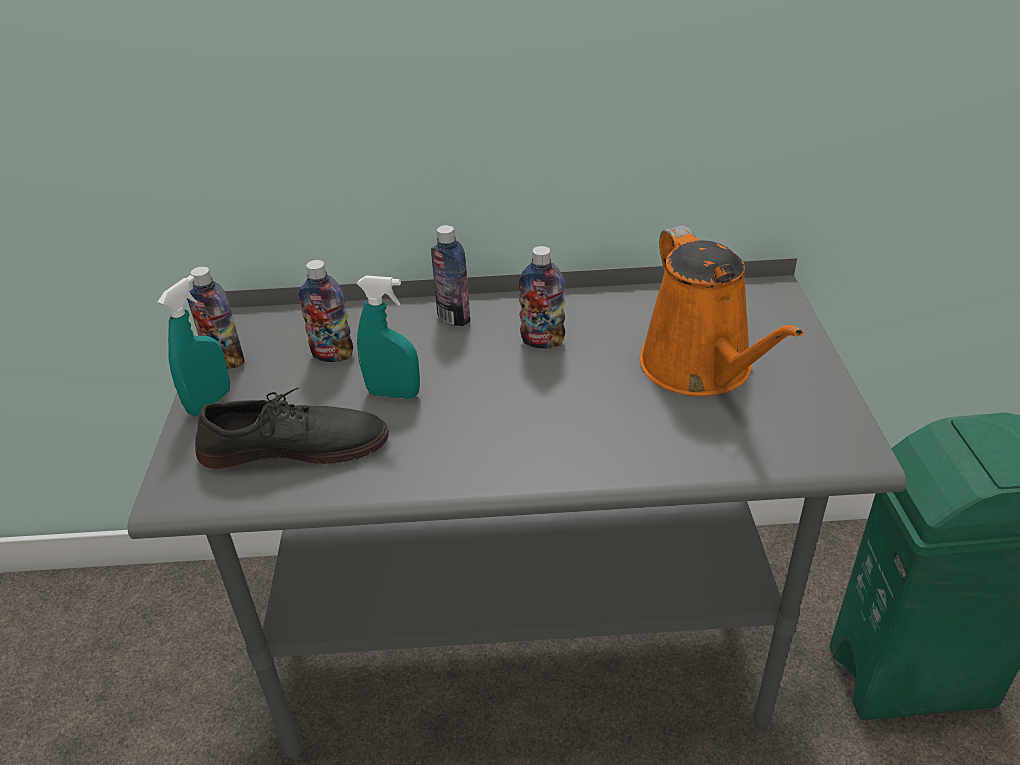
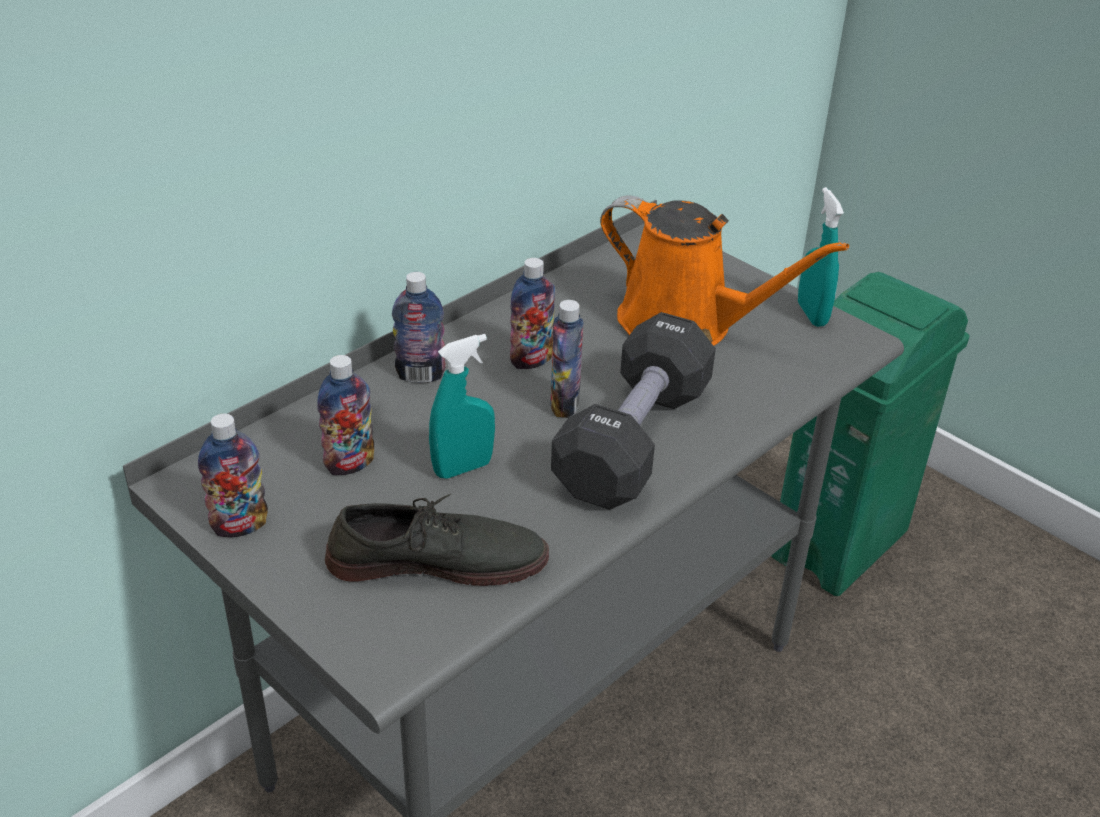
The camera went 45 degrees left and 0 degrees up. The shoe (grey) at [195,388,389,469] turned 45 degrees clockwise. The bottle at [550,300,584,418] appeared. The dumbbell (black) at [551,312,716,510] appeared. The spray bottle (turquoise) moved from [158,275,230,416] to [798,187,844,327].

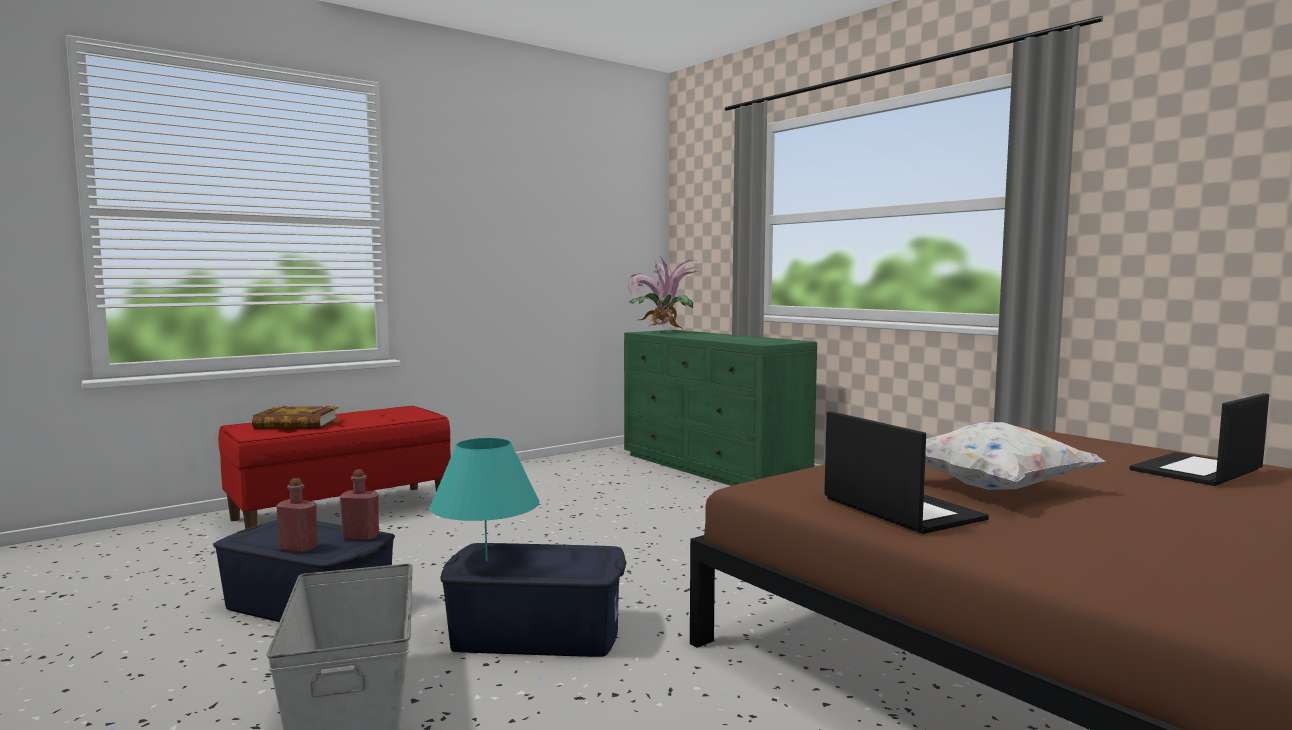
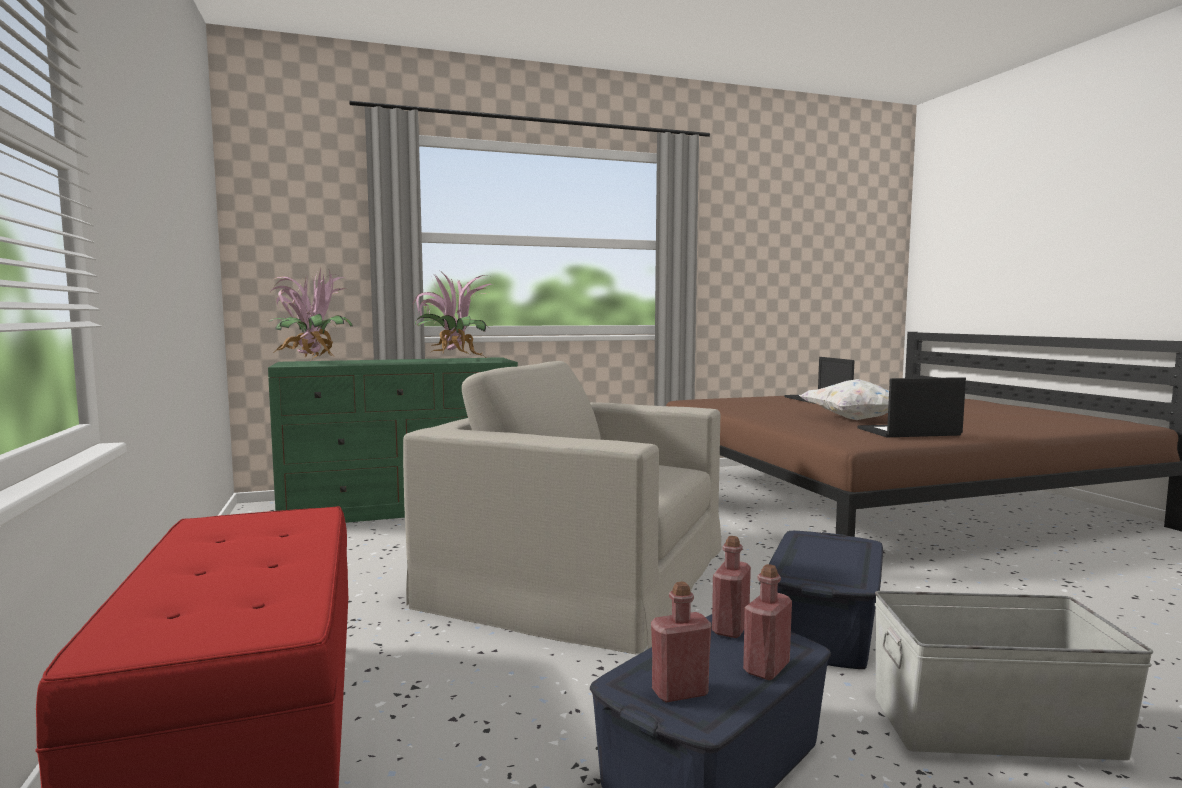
The camera went 70 degrees left and 0 degrees up. The armchair (beige) at [403,361,722,654] appeared. The potted plant at [413,271,493,357] appeared. The bottle (red) at [651,582,711,702] appeared. The book at [252,406,339,429] disappeared. The table lamp (turquoise) at [429,438,539,561] disappeared.

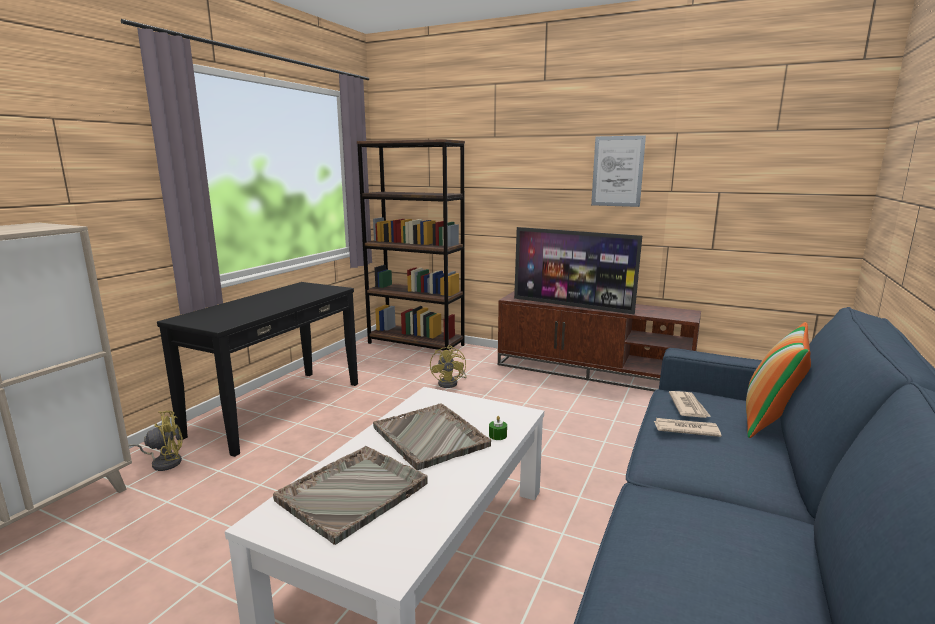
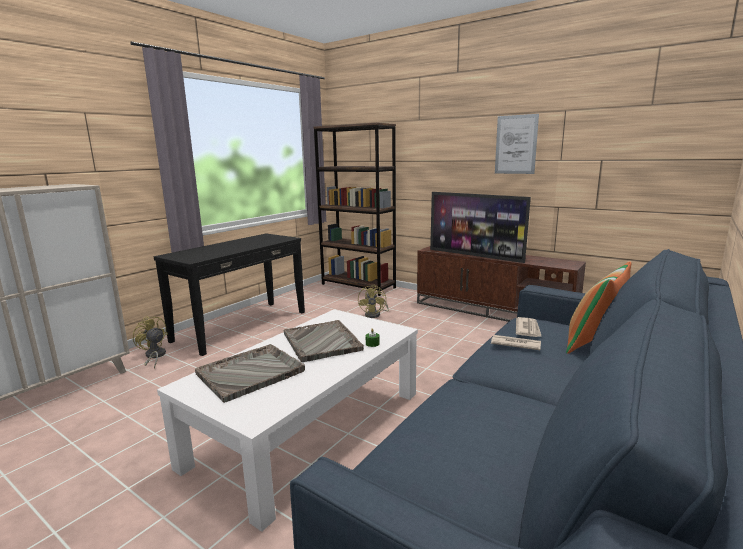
The camera went 10 degrees right and 0 degrees up. The fan (yellow) at [129,411,183,471] turned 135 degrees counterclockwise.

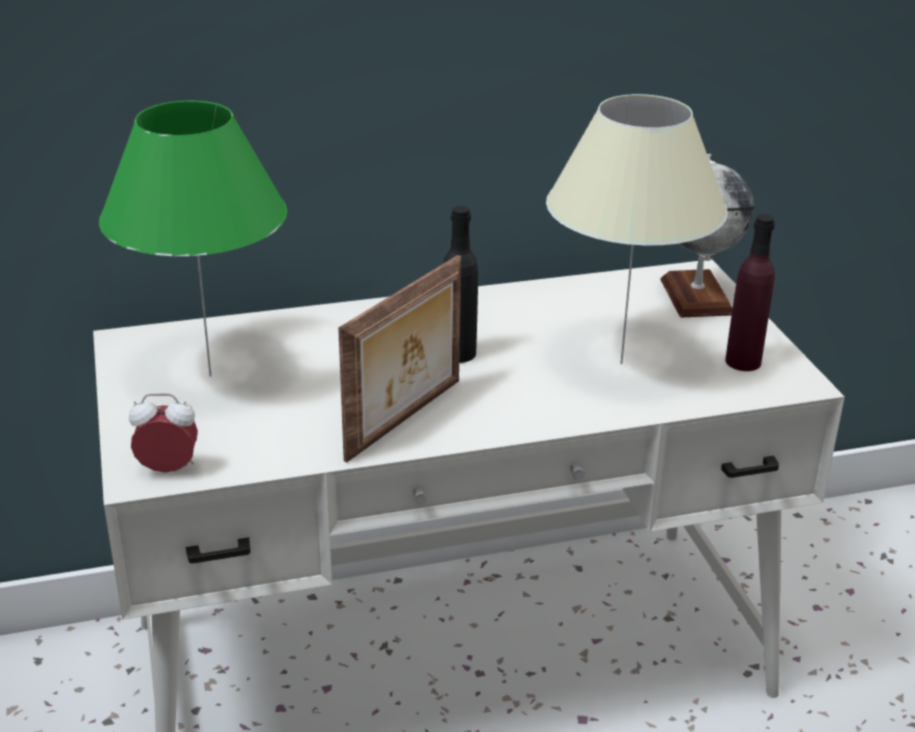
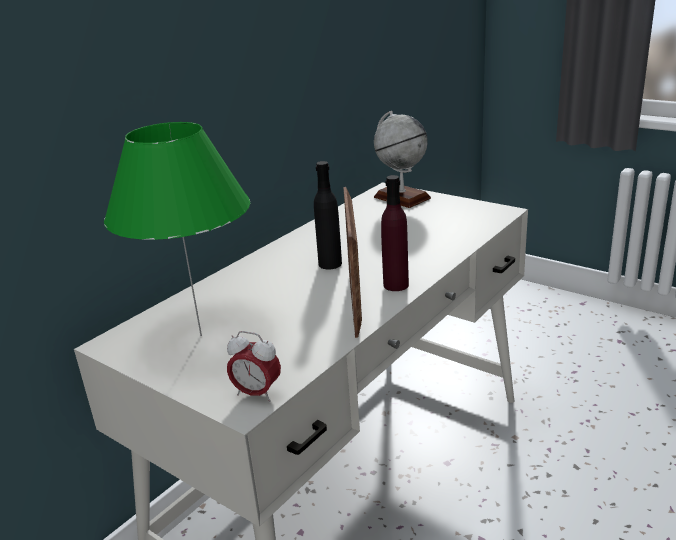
The camera went 35 degrees left and 5 degrees down. The alarm clock at [129,394,198,472] turned 120 degrees counterclockwise. The bottle (purple) moved from [725,214,775,371] to [381,175,409,291]. The table lamp (beige) at [546,94,728,364] disappeared.

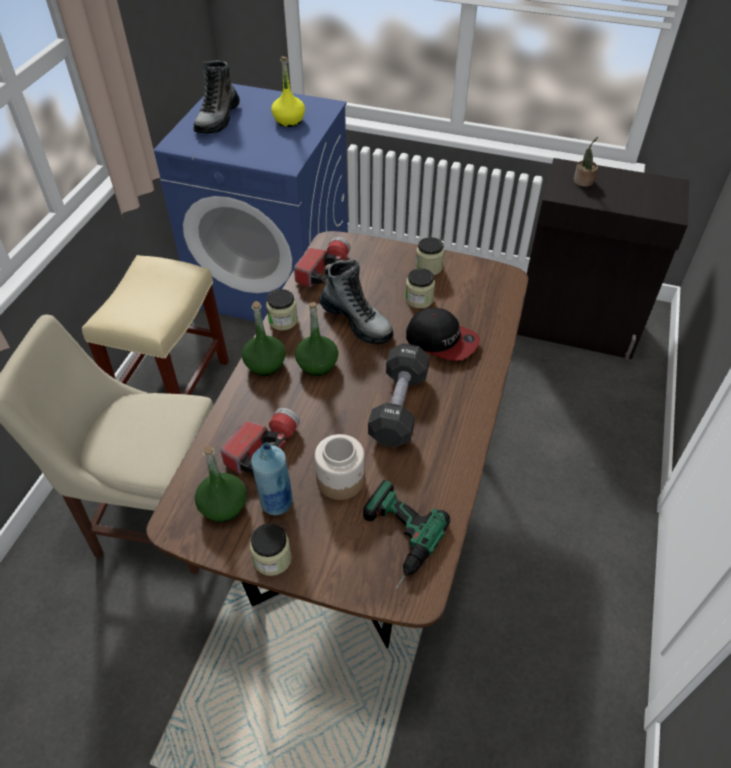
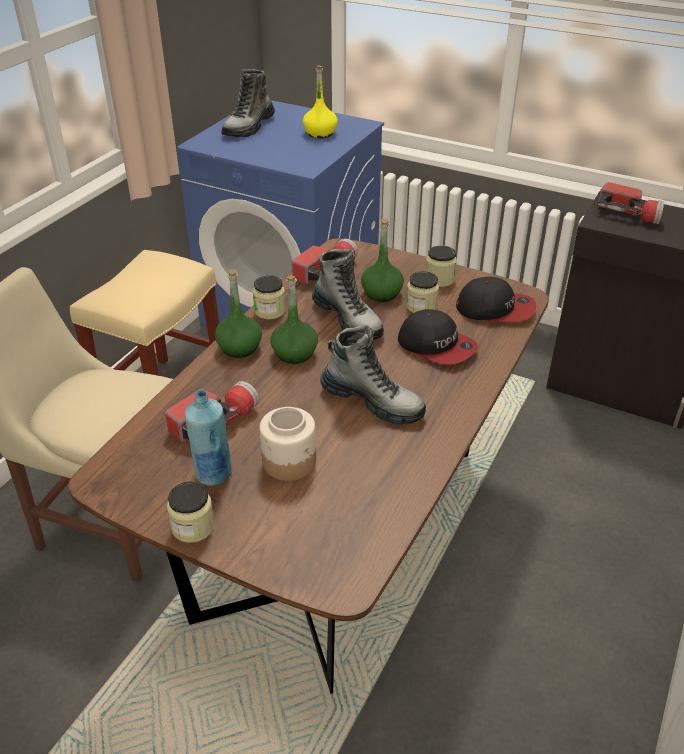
The camera went 10 degrees right and 10 degrees down. The dumbbell (black) at [368,343,430,447] was replaced by the boot at [320,325,426,425]. The bottle (green) moved from [195,446,247,522] to [361,218,404,302]. The cap at [456,277,536,322] appeared. The potted plant at [574,137,598,187] was replaced by the flashlight at [597,182,664,224]. The power drill at [363,480,450,590] disappeared.

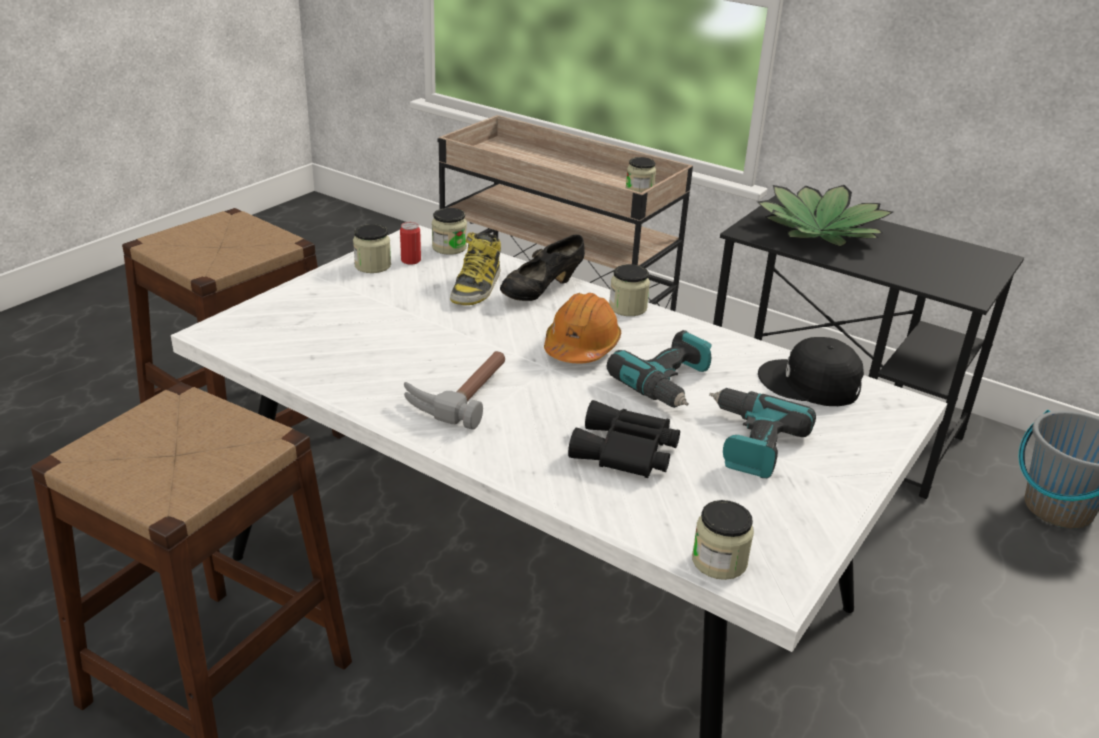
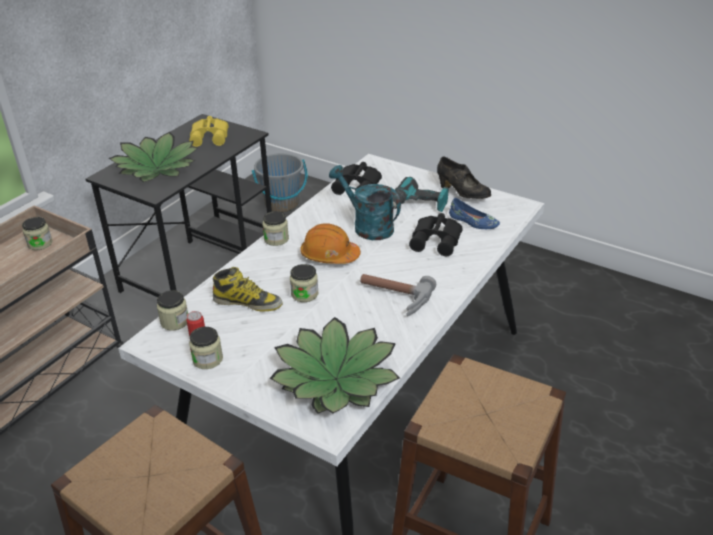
The camera went 90 degrees left and 5 degrees up. The binoculars (yellow) at [189,116,229,147] appeared. The potted plant at [269,317,400,414] appeared. The jar moved from [692,500,754,580] to [290,264,318,302]. The power drill at [607,330,712,408] was replaced by the watering can (turquoise) at [329,165,401,240]. The cap (black) at [758,337,864,406] was replaced by the binoculars (black) at [331,162,382,195]. The shoe (black) moved from [500,235,585,301] to [437,157,491,199]. The shoe (blue) at [449,198,500,229] appeared.

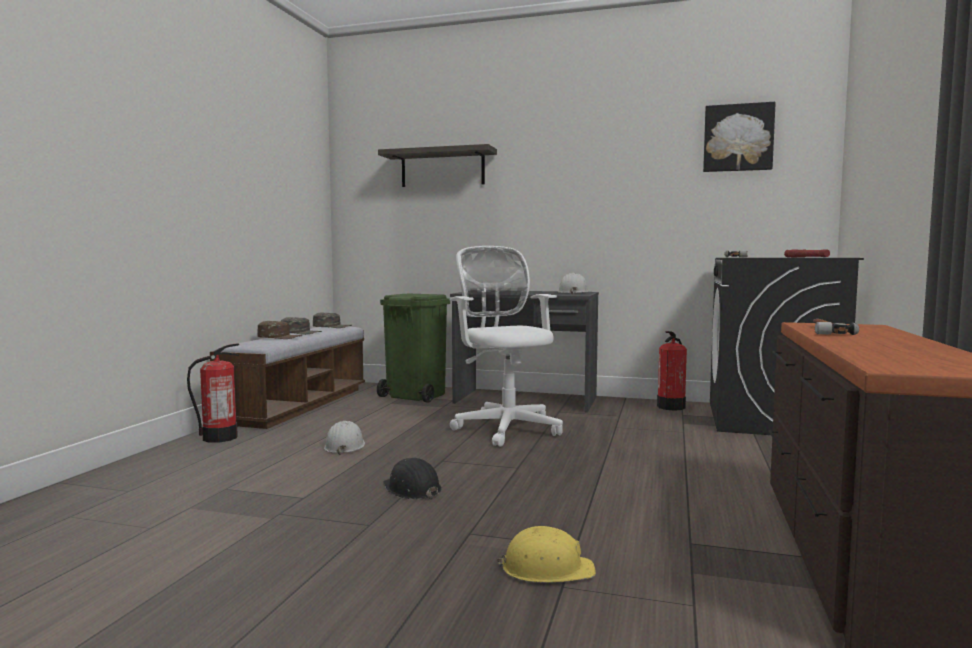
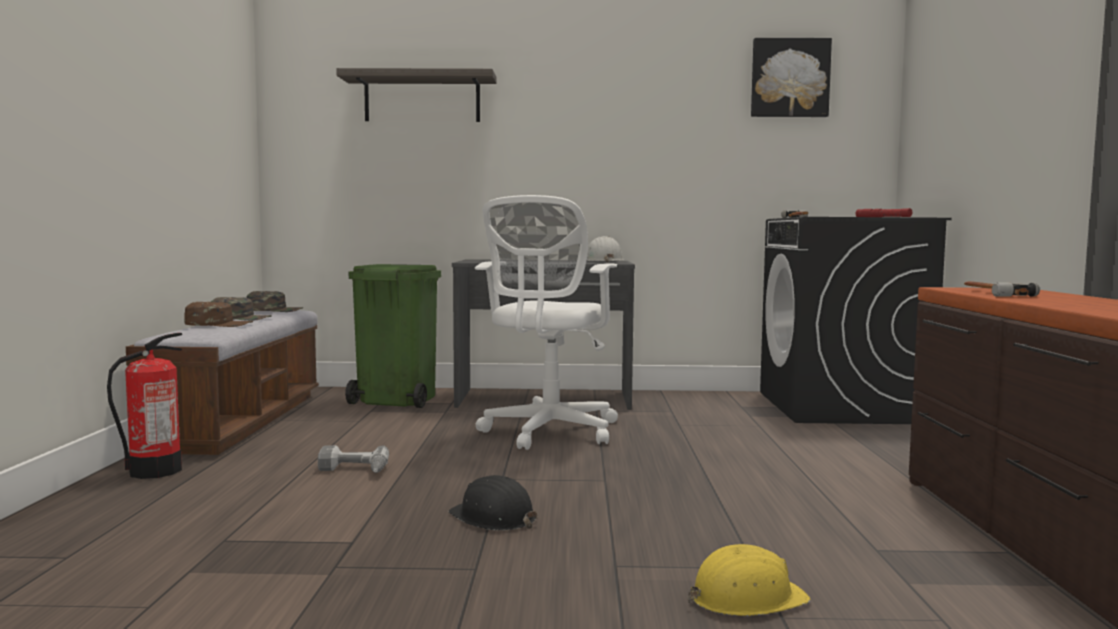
The camera went 15 degrees left and 0 degrees up. The hard hat (white) at [324,421,365,455] was replaced by the power drill at [318,445,389,473]. The office chair (white) at [449,246,563,447] turned 120 degrees counterclockwise. The fire extinguisher at [657,331,687,411] disappeared.

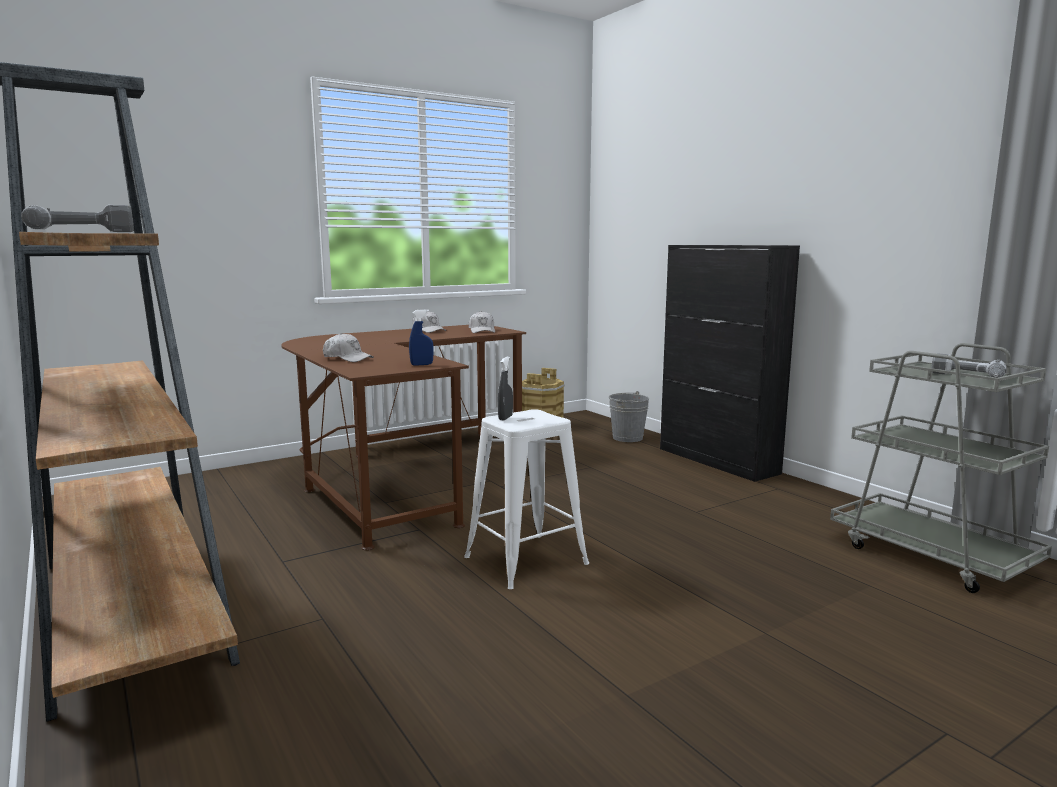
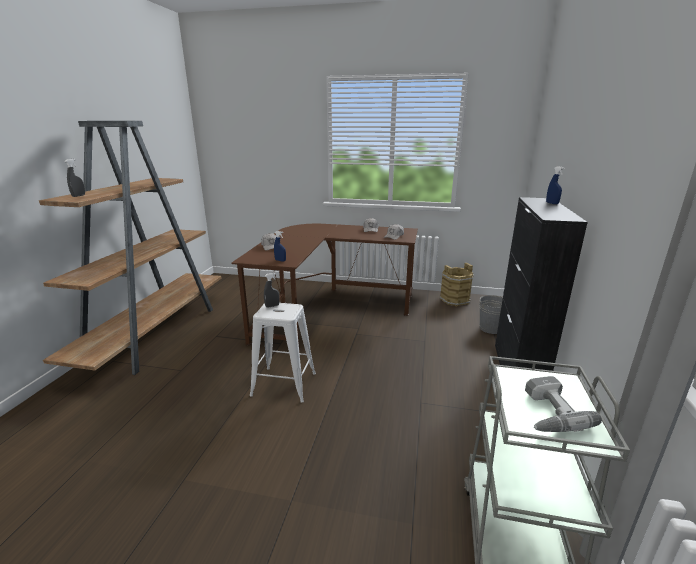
The camera went 45 degrees right and 10 degrees up. The power drill at [21,205,134,232] was replaced by the spray bottle (grey) at [65,159,85,197]. The spray bottle (blue) at [546,166,565,204] appeared.

